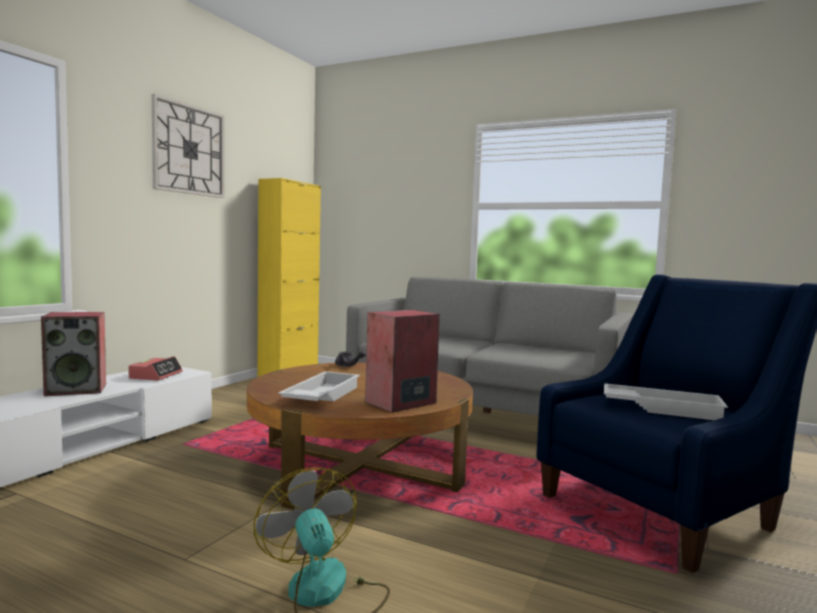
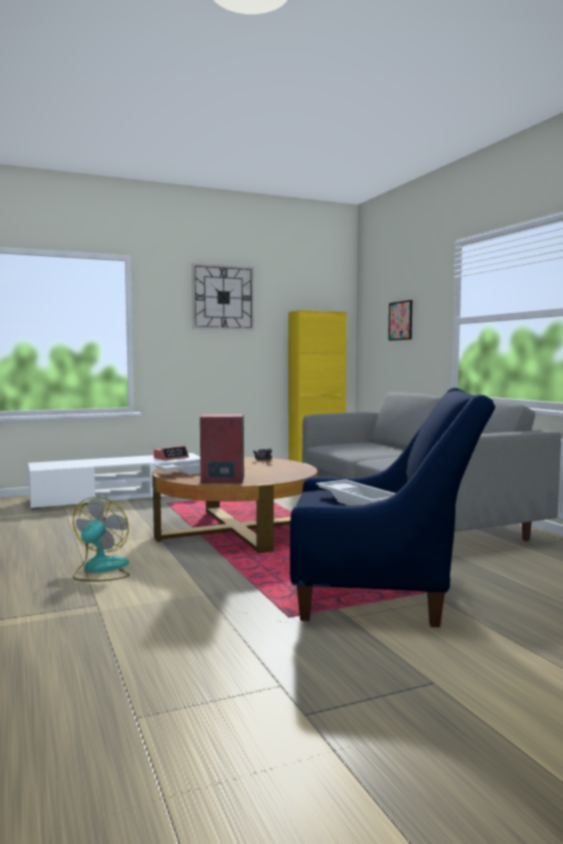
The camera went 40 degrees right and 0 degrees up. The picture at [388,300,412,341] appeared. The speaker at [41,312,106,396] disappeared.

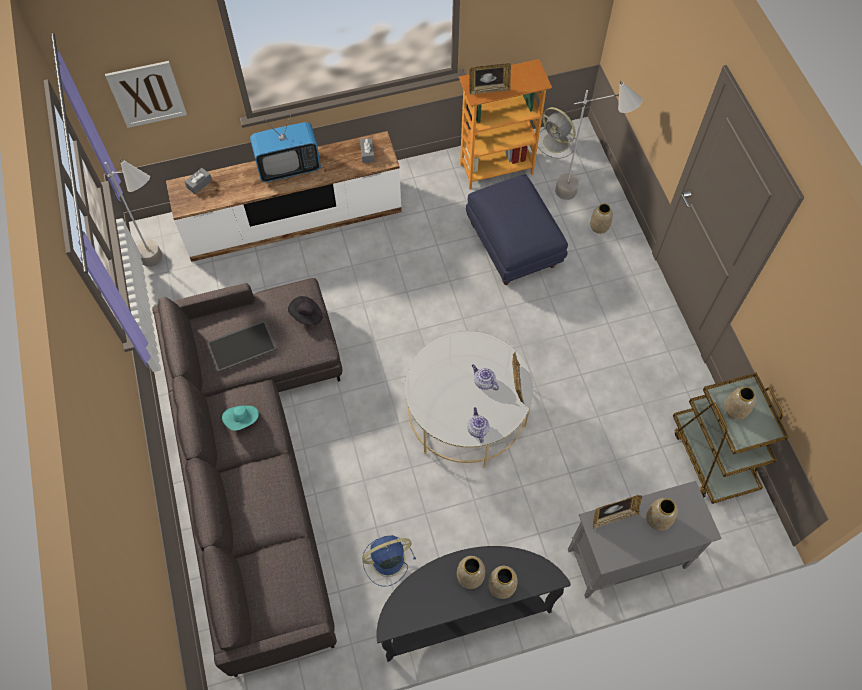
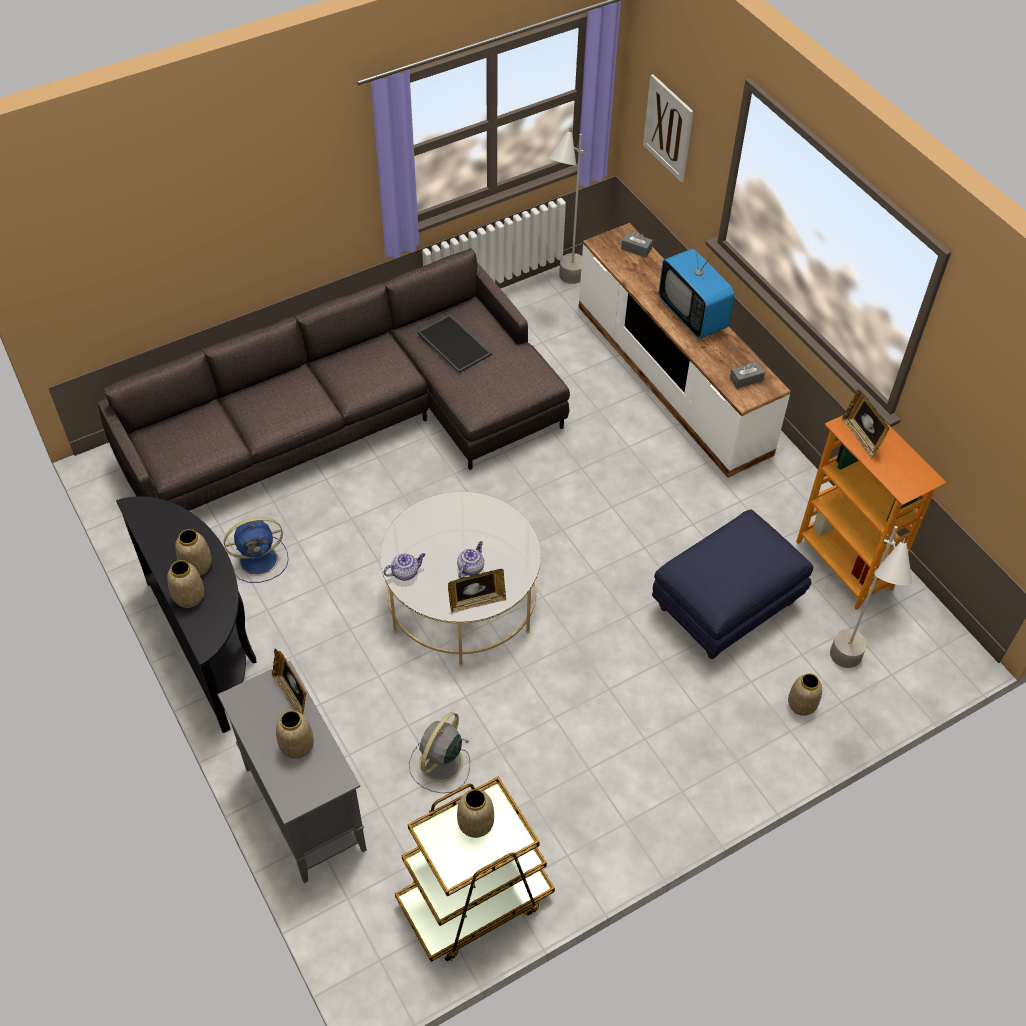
The camera went 75 degrees right and 10 degrees down. The fan (blue) at [362,535,416,587] turned 105 degrees clockwise. The fan (grey) moved from [538,107,576,159] to [409,712,470,793]. The hat (turquoise) at [222,405,259,431] disappeared. The hat (black) at [288,296,323,325] disappeared.

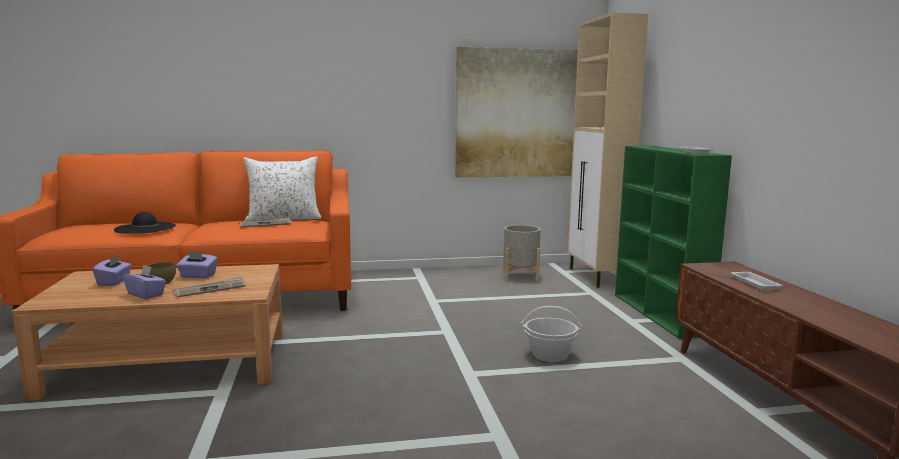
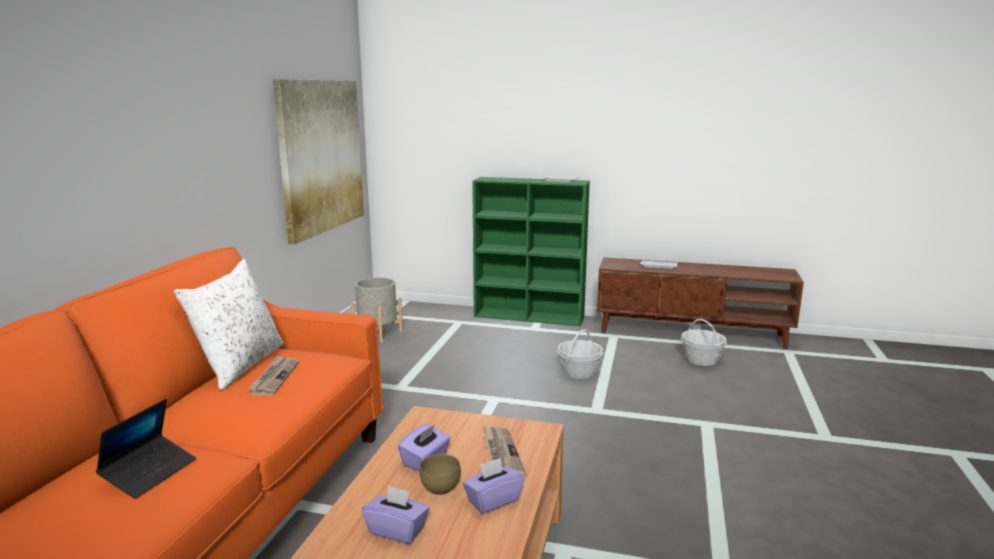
The camera went 65 degrees left and 5 degrees up. The hat (black) at [114,212,176,234] was replaced by the laptop at [96,399,196,499]. The basket at [681,319,727,366] appeared. The cabinet (beige) at [568,13,648,288] disappeared.

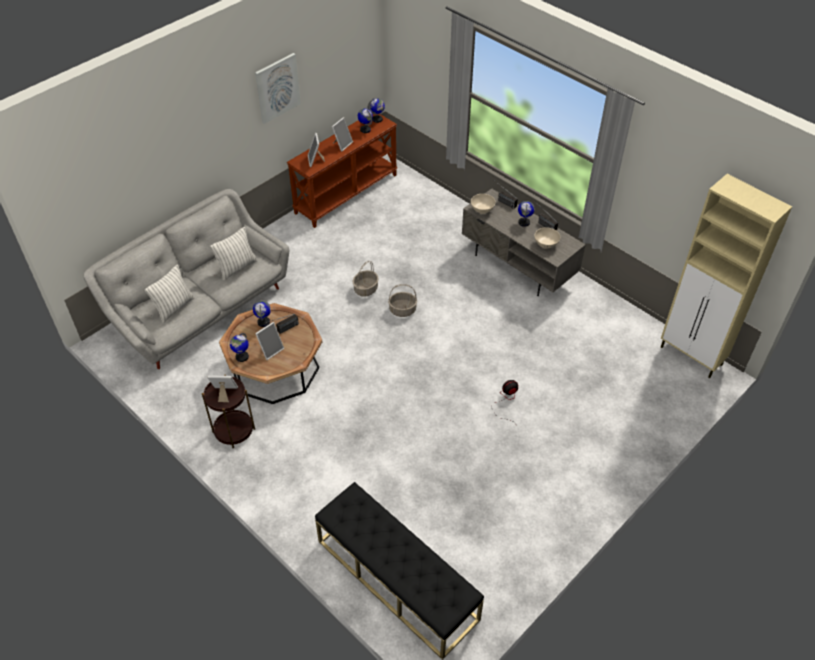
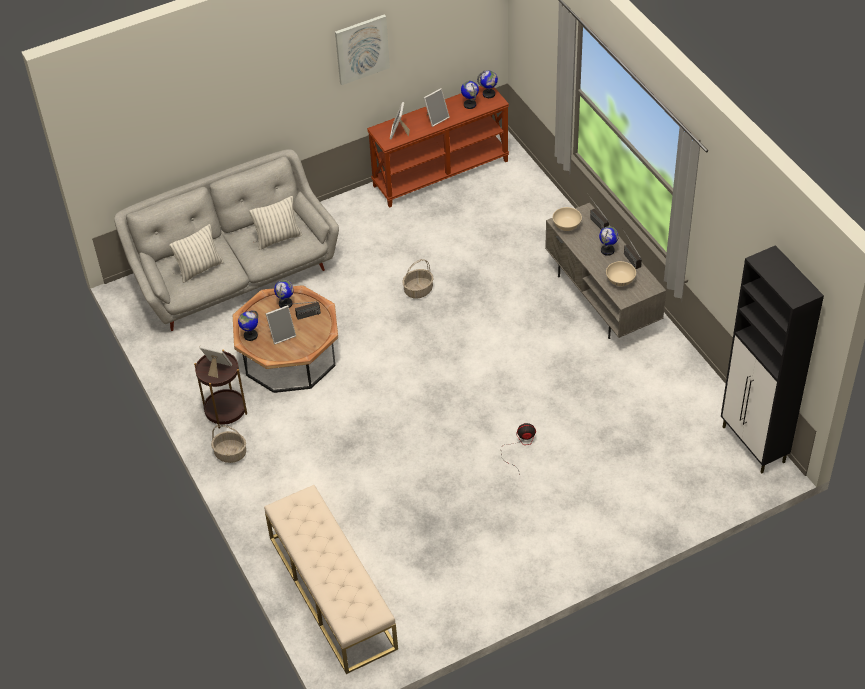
The camera went 20 degrees right and 0 degrees up. The basket moved from [388,284,417,317] to [211,425,246,463]. The bench (black) at [315,482,484,660] became the bench (beige) at [264,485,398,674]. The cabinet (beige) at [661,174,792,378] became the cabinet (black) at [721,245,824,474].

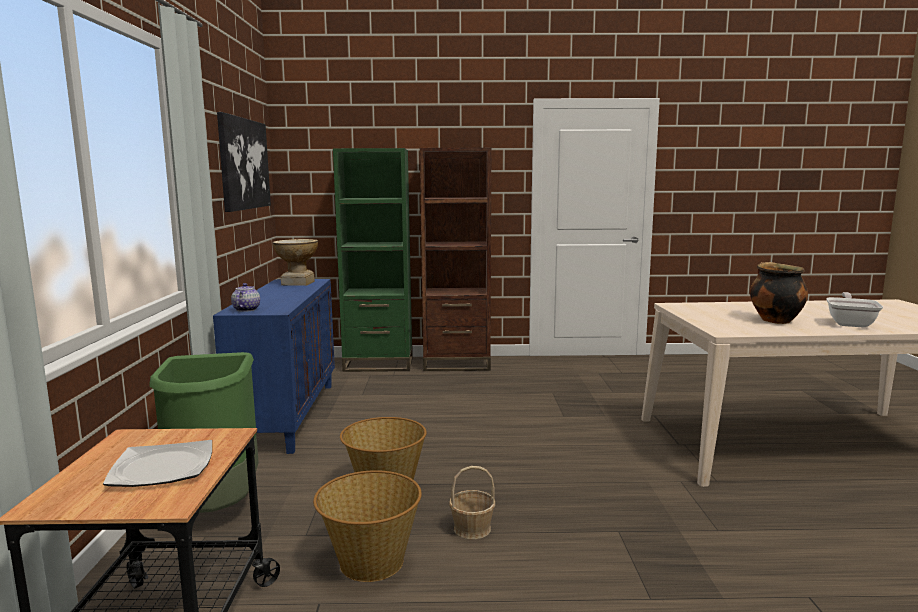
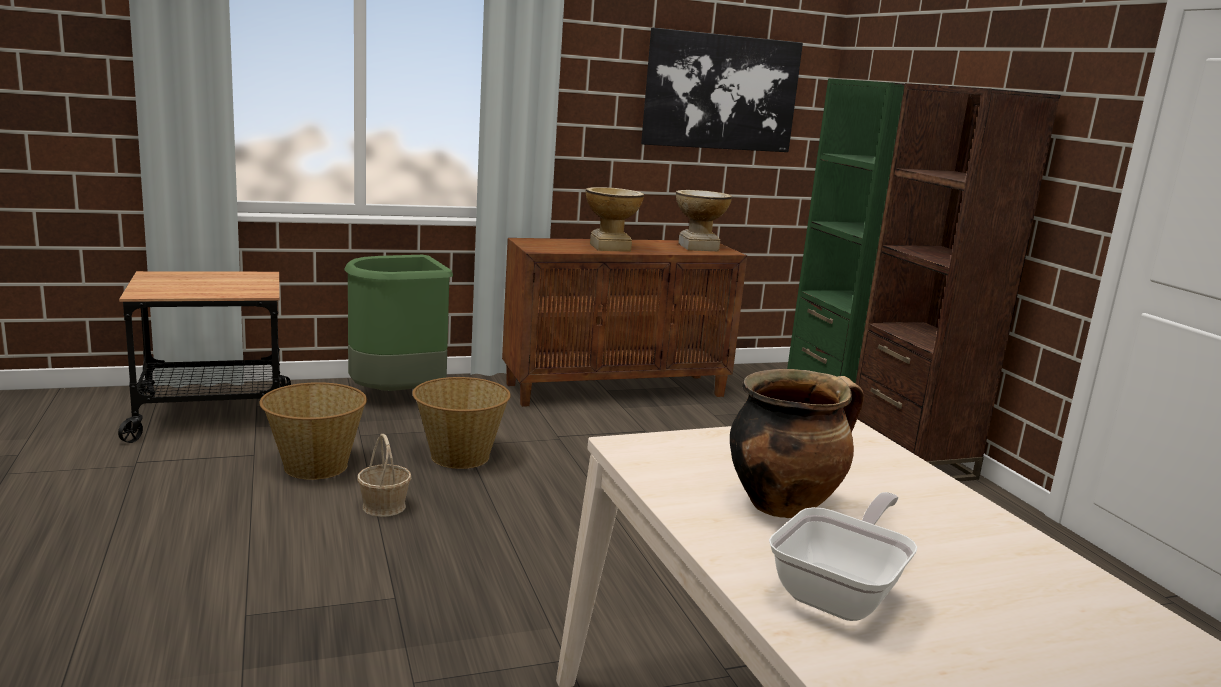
The camera went 70 degrees right and 5 degrees up. The cabinet (blue) at [213,279,335,454] became the cabinet (brown) at [502,238,747,407]. The vase at [586,187,644,252] appeared. The frying pan at [826,292,883,327] turned 60 degrees counterclockwise. The plate at [103,440,212,487] disappeared. The teapot at [231,283,260,312] disappeared.

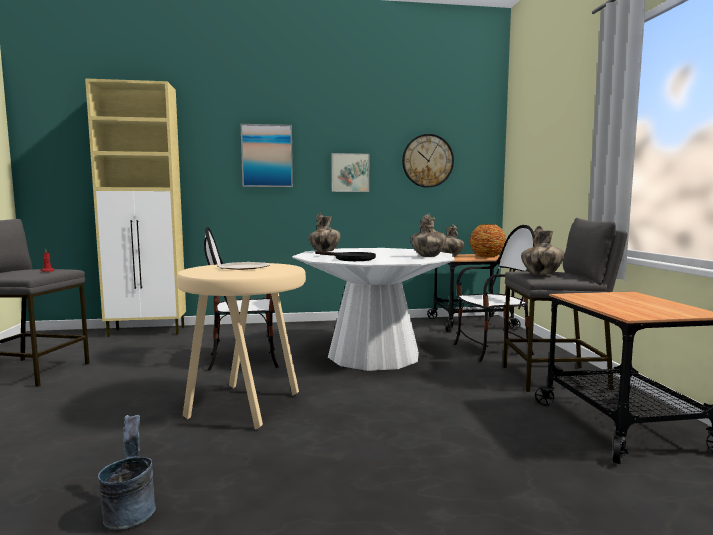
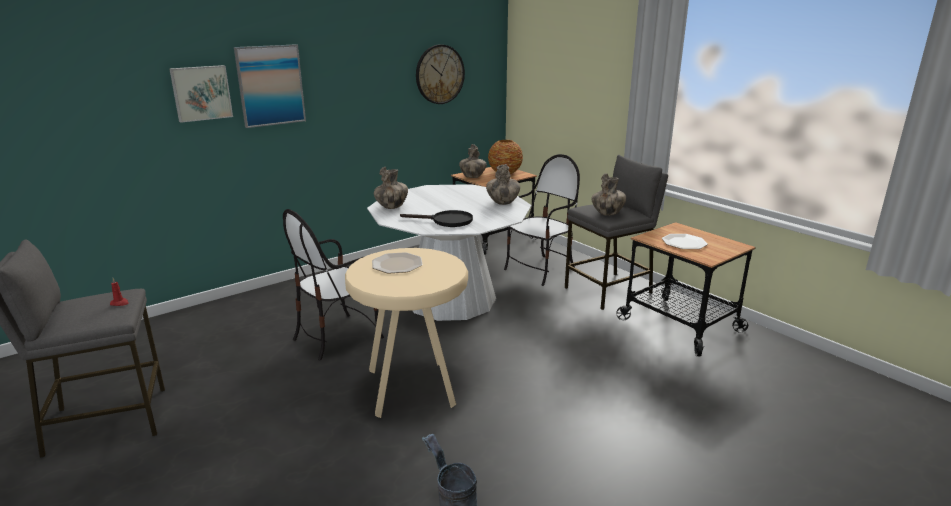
The camera went 30 degrees left and 15 degrees up. The picture moved from [331,153,369,192] to [169,65,233,123]. The plate at [662,234,708,249] appeared. The cabinet (beige) at [85,78,186,337] disappeared.

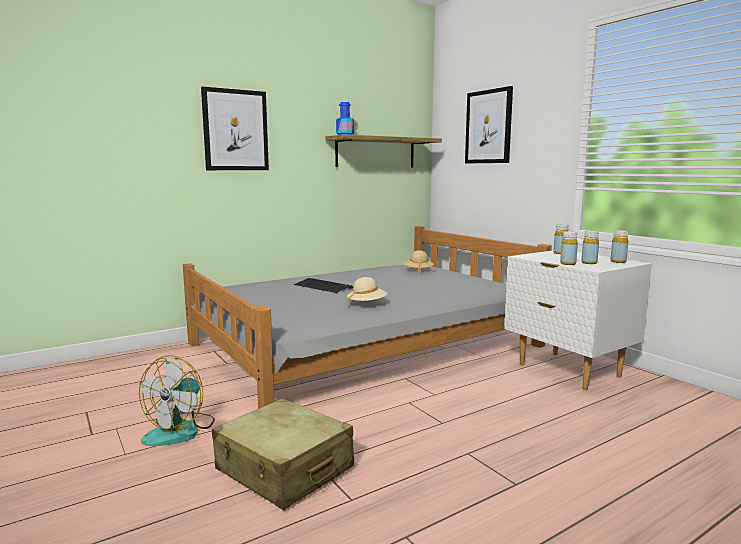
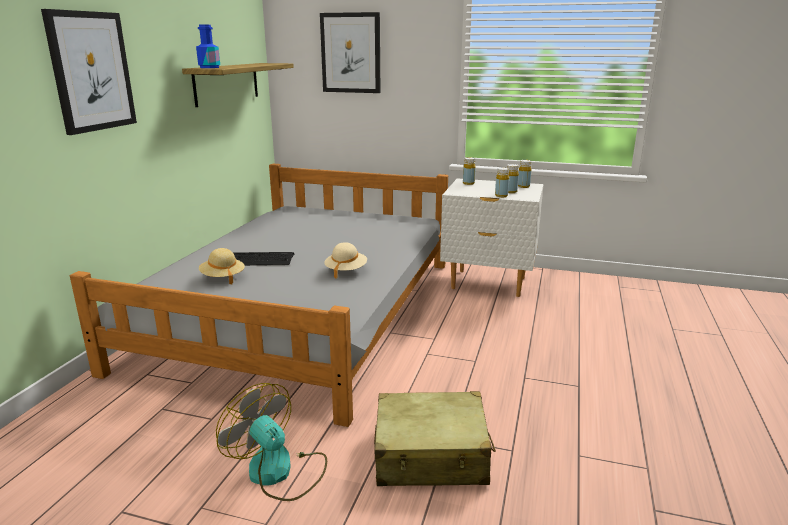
The camera went 40 degrees left and 10 degrees up. The hat (beige) moved from [404,250,434,274] to [199,248,245,284]. The fan at [139,355,215,446] turned 150 degrees clockwise.

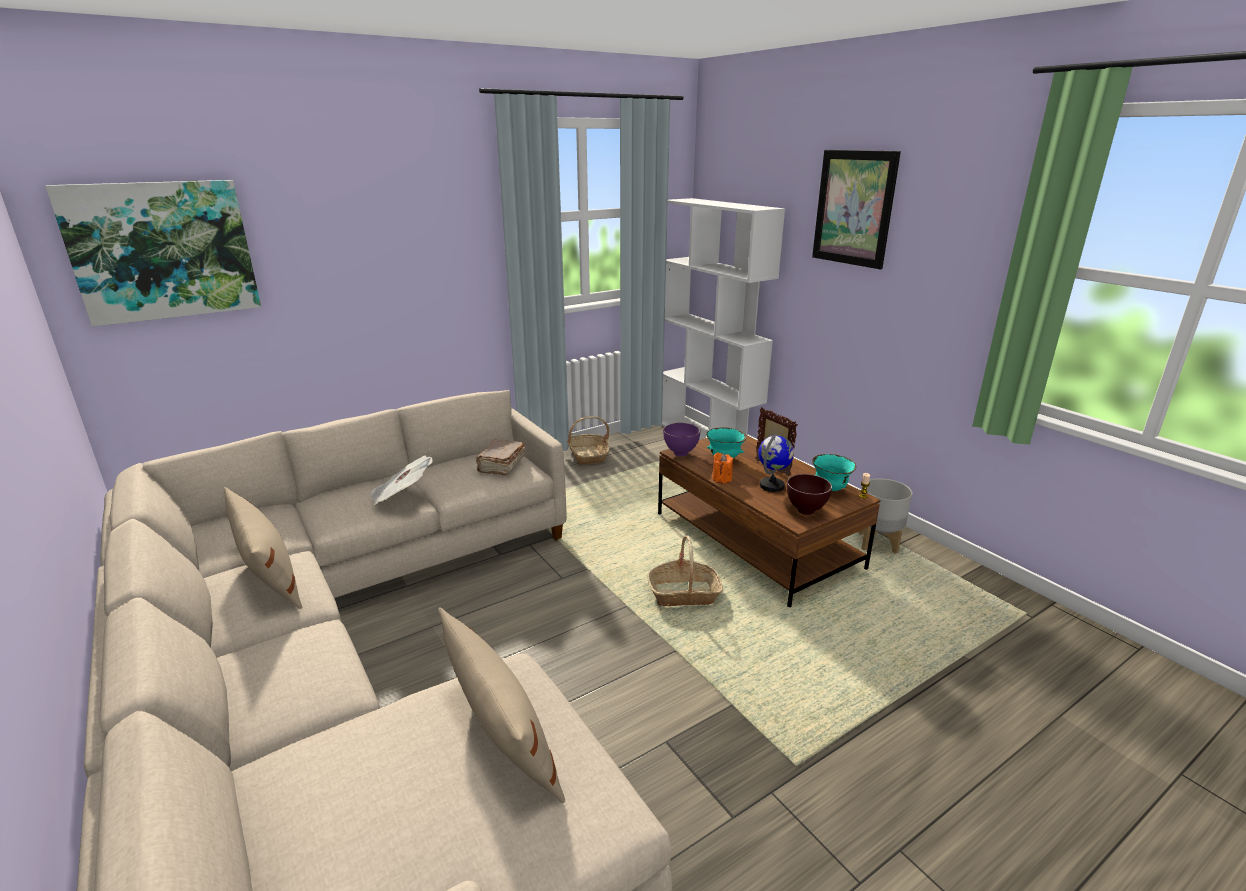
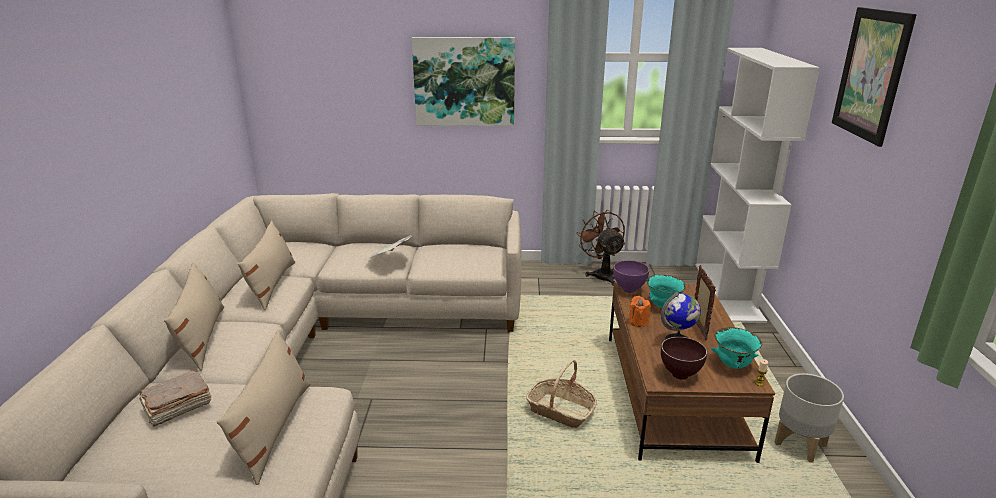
The camera went 35 degrees right and 0 degrees up. The book (brown) moved from [476,439,525,476] to [139,370,211,427]. The pillow (beige) at [164,263,224,371] appeared. The picture moved from [45,180,261,327] to [412,37,515,126]. The basket at [567,416,609,465] was replaced by the fan (brown) at [577,210,625,286].

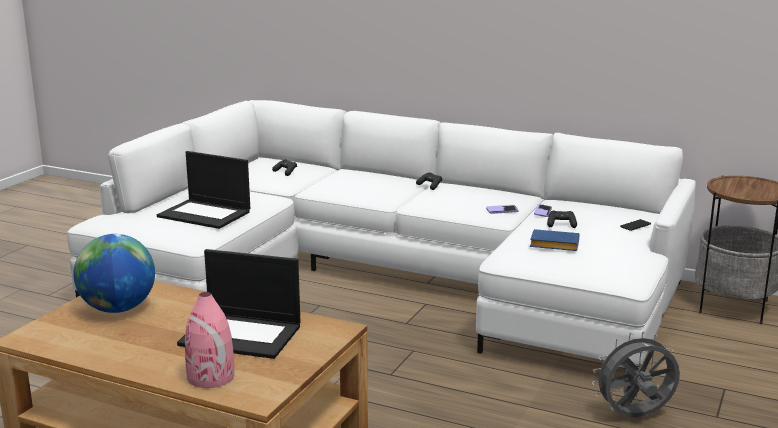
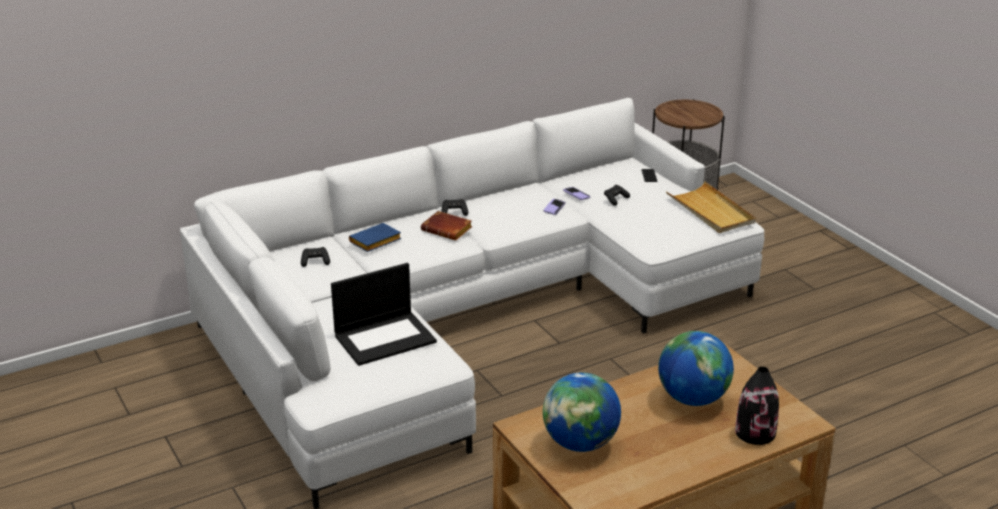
The camera went 55 degrees left and 10 degrees up. The book (blue) moved from [530,229,580,251] to [349,223,402,252]. The book (brown) at [421,211,472,240] appeared. The laptop at [177,249,300,359] was replaced by the globe at [658,331,734,406]. The tray (beige) at [666,181,756,233] appeared. The vase (pink) at [185,292,235,388] became the vase (black) at [735,367,779,445]. The fan (grey) at [592,331,680,417] disappeared.

